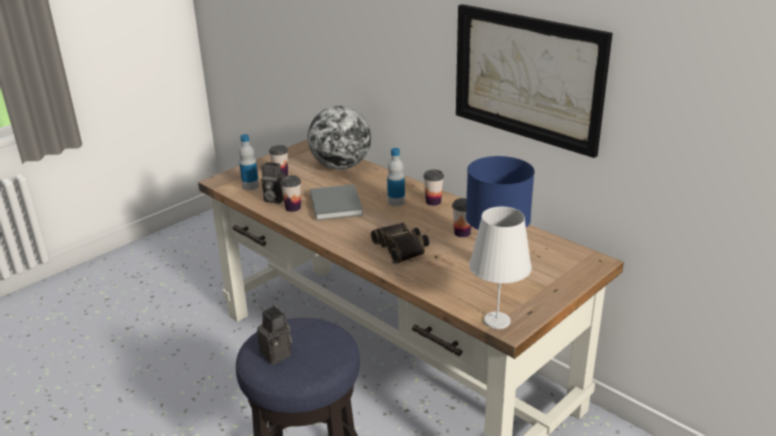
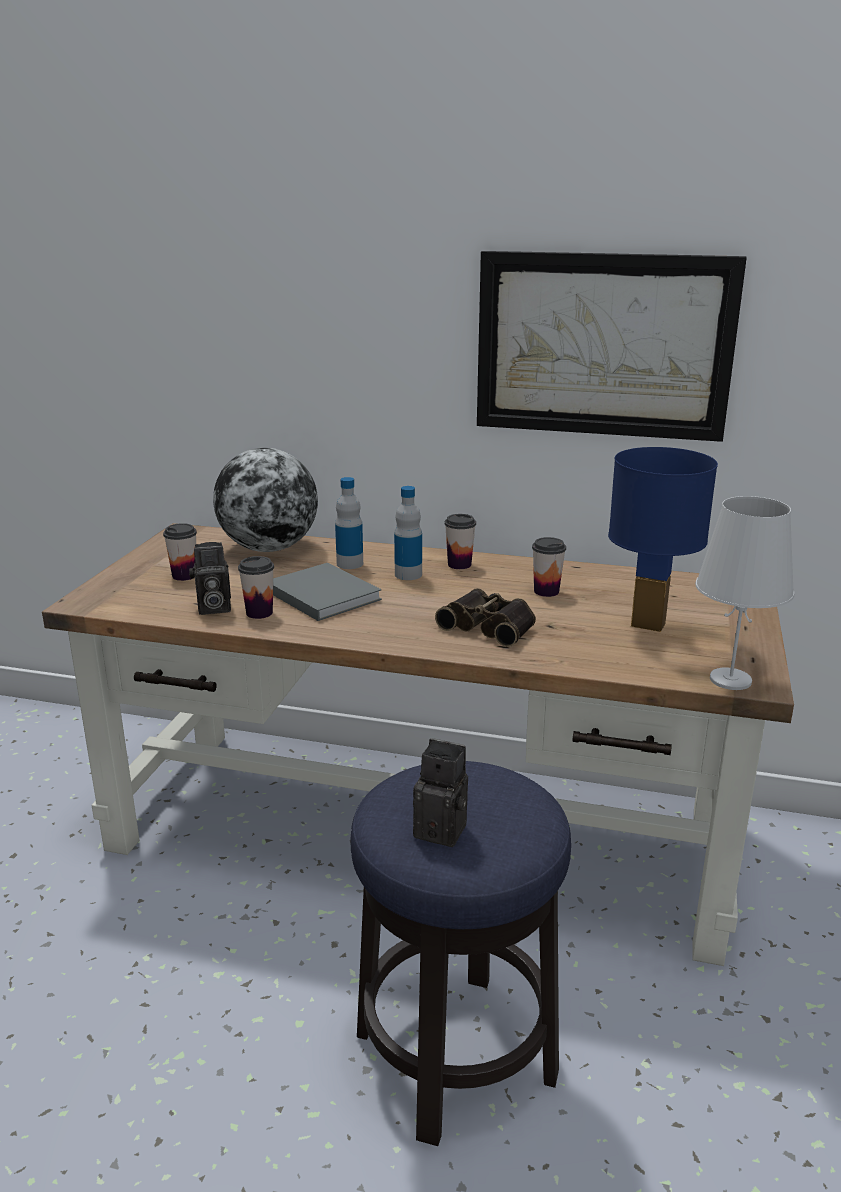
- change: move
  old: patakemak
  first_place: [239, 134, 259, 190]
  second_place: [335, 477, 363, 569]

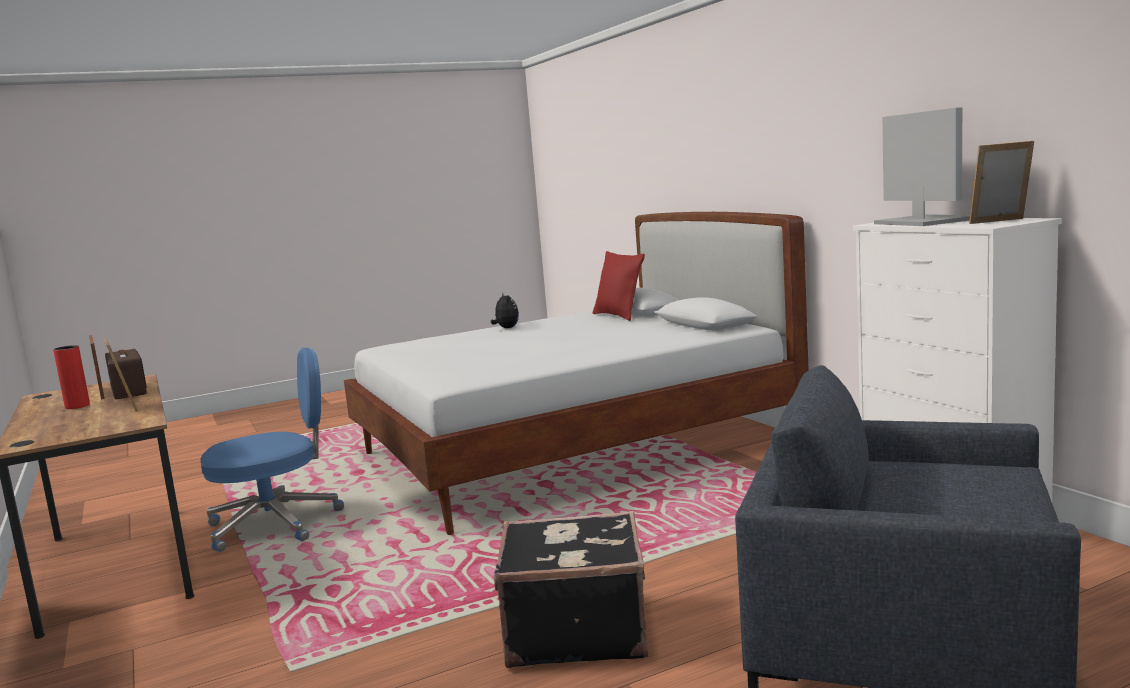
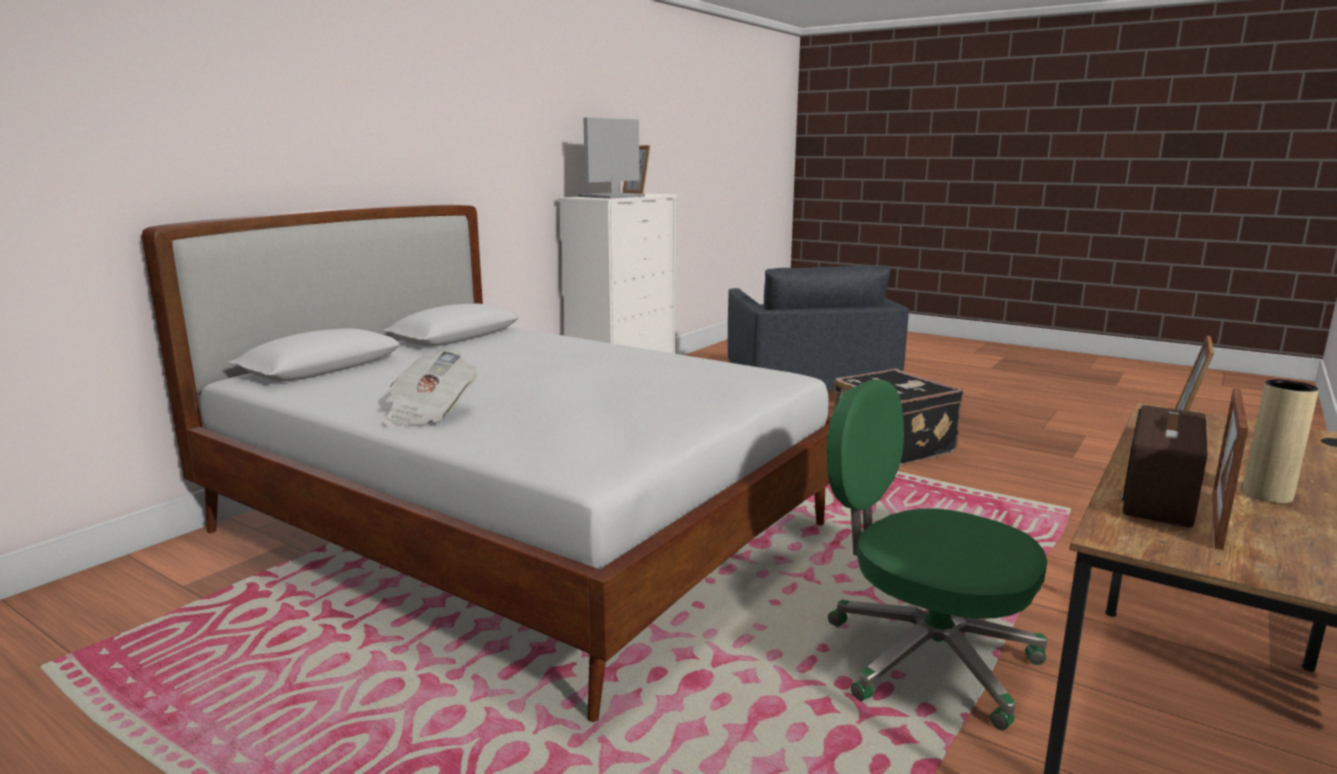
- change: recolor
  old: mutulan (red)
  new: mutulan (beige)
  first_place: [53, 345, 90, 409]
  second_place: [1242, 380, 1319, 503]
- change: recolor
  old: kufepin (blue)
  new: kufepin (green)
  first_place: [201, 348, 344, 552]
  second_place: [827, 379, 1047, 730]
- change: replace
  old: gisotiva
  new: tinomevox
  first_place: [491, 293, 519, 328]
  second_place: [384, 350, 477, 427]
- change: delete
  old: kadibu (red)
  first_place: [593, 251, 645, 321]

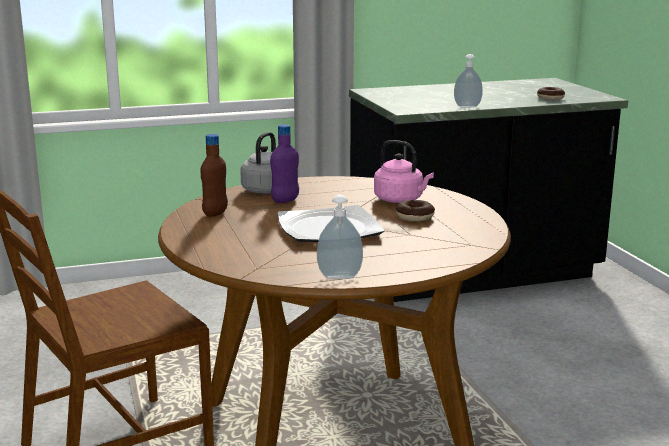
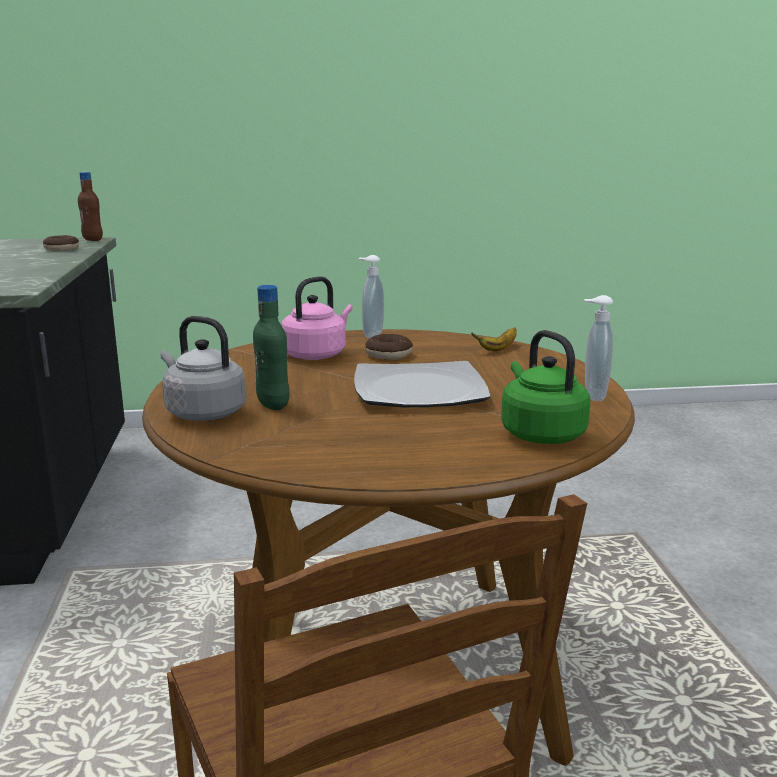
- change: move
  old: patakemak (brown)
  first_place: [201, 134, 228, 217]
  second_place: [78, 172, 103, 241]
- change: recolor
  old: patakemak (purple)
  new: patakemak (green)
  first_place: [270, 124, 299, 203]
  second_place: [253, 285, 290, 410]
- change: move
  old: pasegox
  first_place: [454, 54, 483, 108]
  second_place: [359, 255, 384, 338]
- change: insert
  new: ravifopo
  second_place: [471, 327, 517, 351]
- change: insert
  new: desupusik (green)
  second_place: [501, 330, 591, 444]

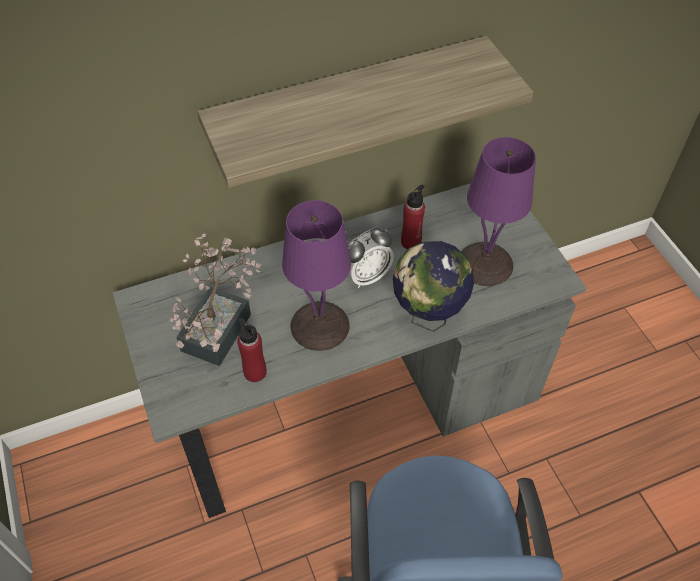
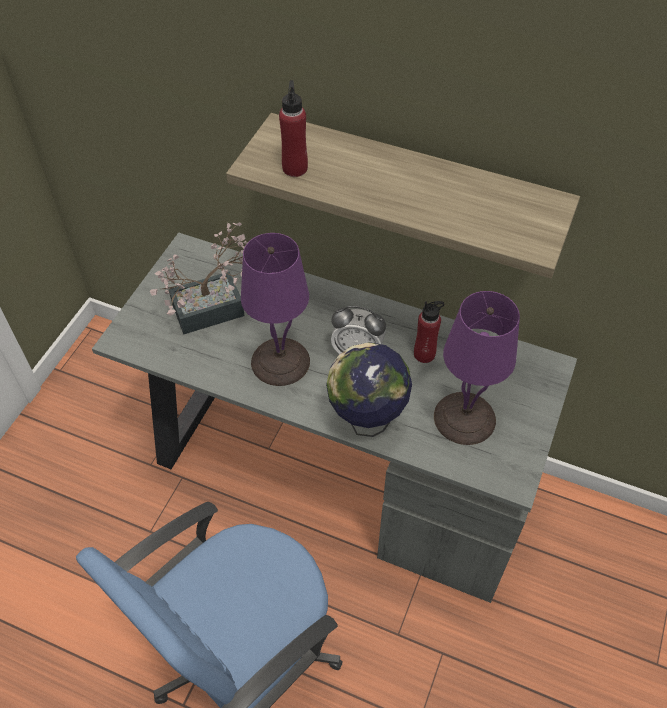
- change: move
  old: patakemak (red)
  first_place: [237, 318, 267, 382]
  second_place: [279, 80, 308, 177]

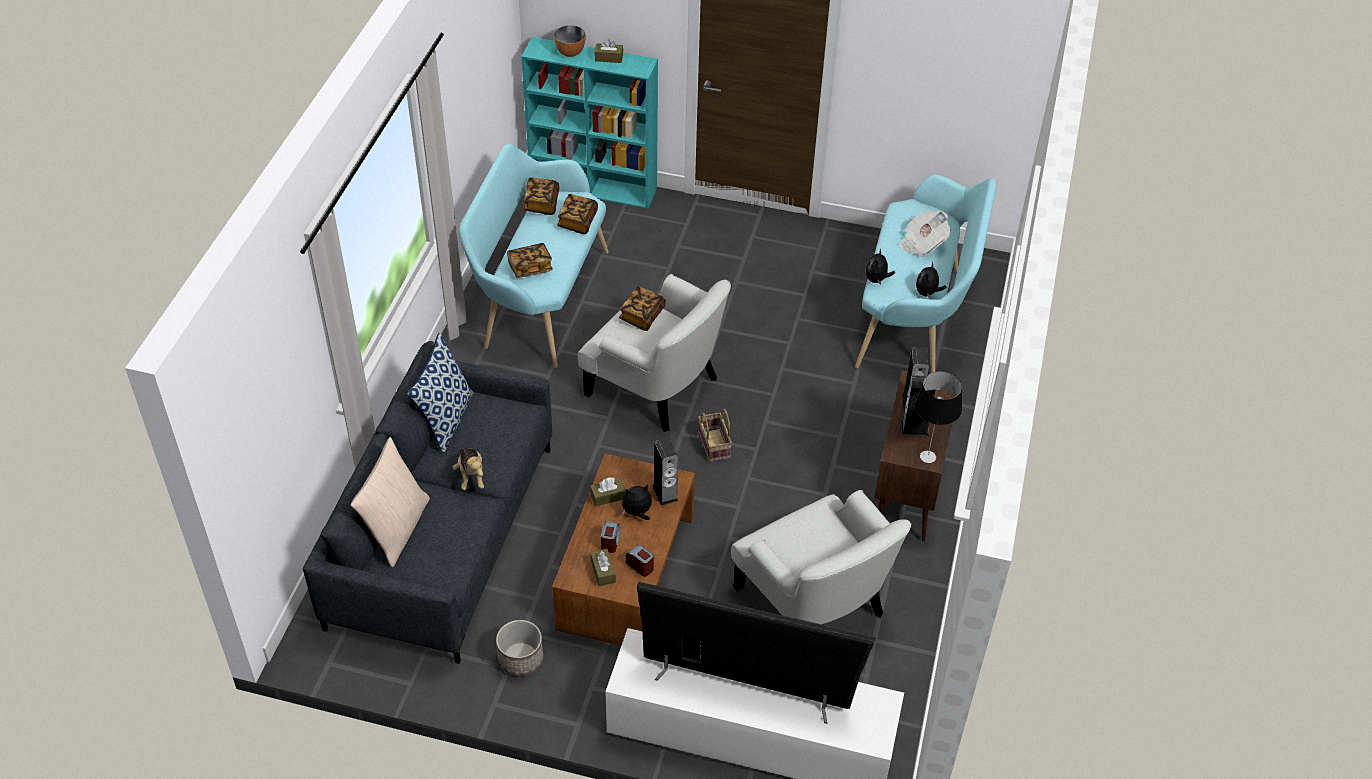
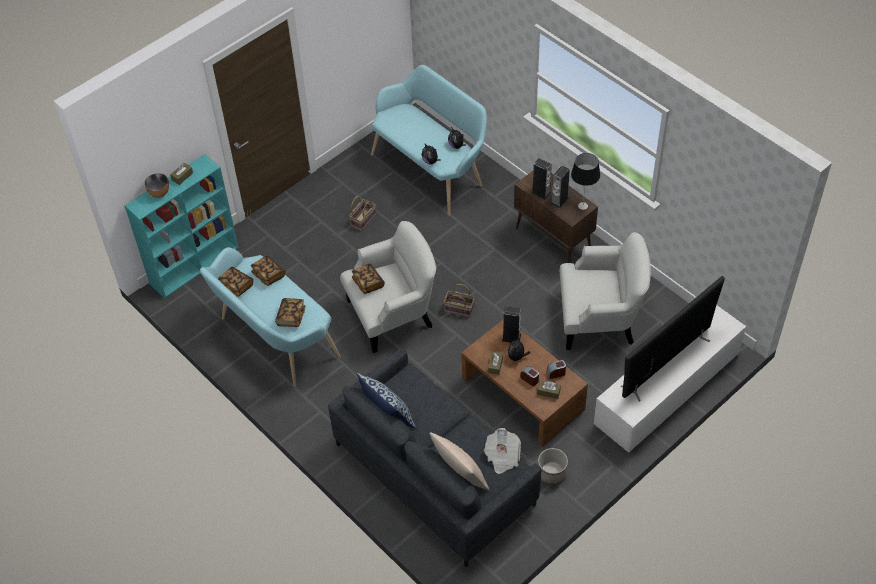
- change: delete
  old: gisotiva
  first_place: [452, 448, 484, 490]
- change: move
  old: tinomevox
  first_place: [899, 210, 951, 257]
  second_place: [484, 428, 521, 474]
- change: insert
  new: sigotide
  second_place: [349, 196, 376, 231]

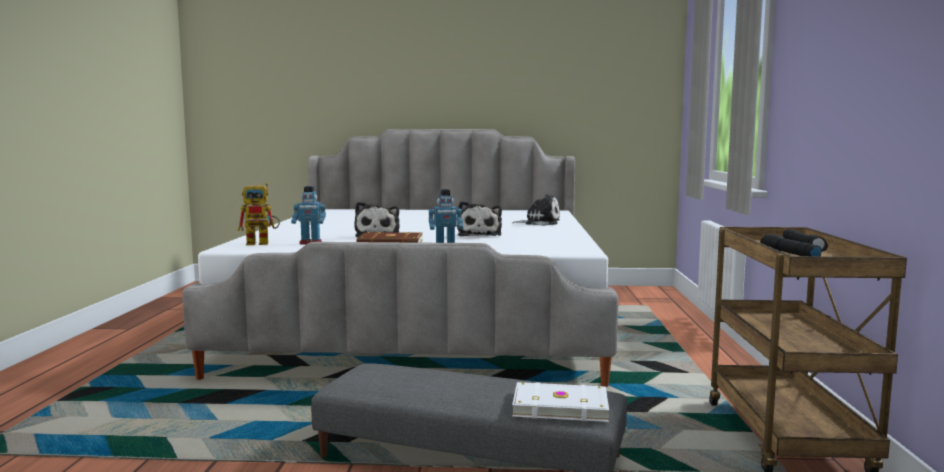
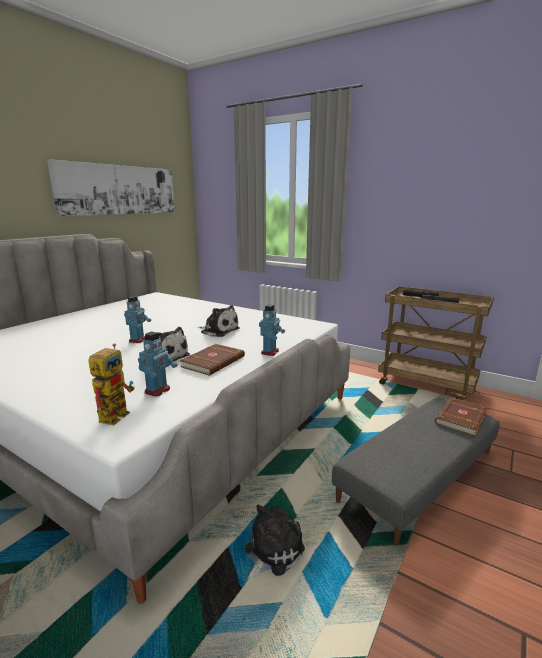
- change: move
  old: gisotiva
  first_place: [512, 194, 560, 226]
  second_place: [245, 505, 305, 580]
- change: recolor
  old: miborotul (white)
  new: miborotul (brown)
  first_place: [512, 382, 609, 422]
  second_place: [435, 397, 488, 436]
- change: insert
  new: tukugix
  second_place: [47, 159, 175, 216]
- change: insert
  new: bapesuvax
  second_place: [124, 296, 151, 343]

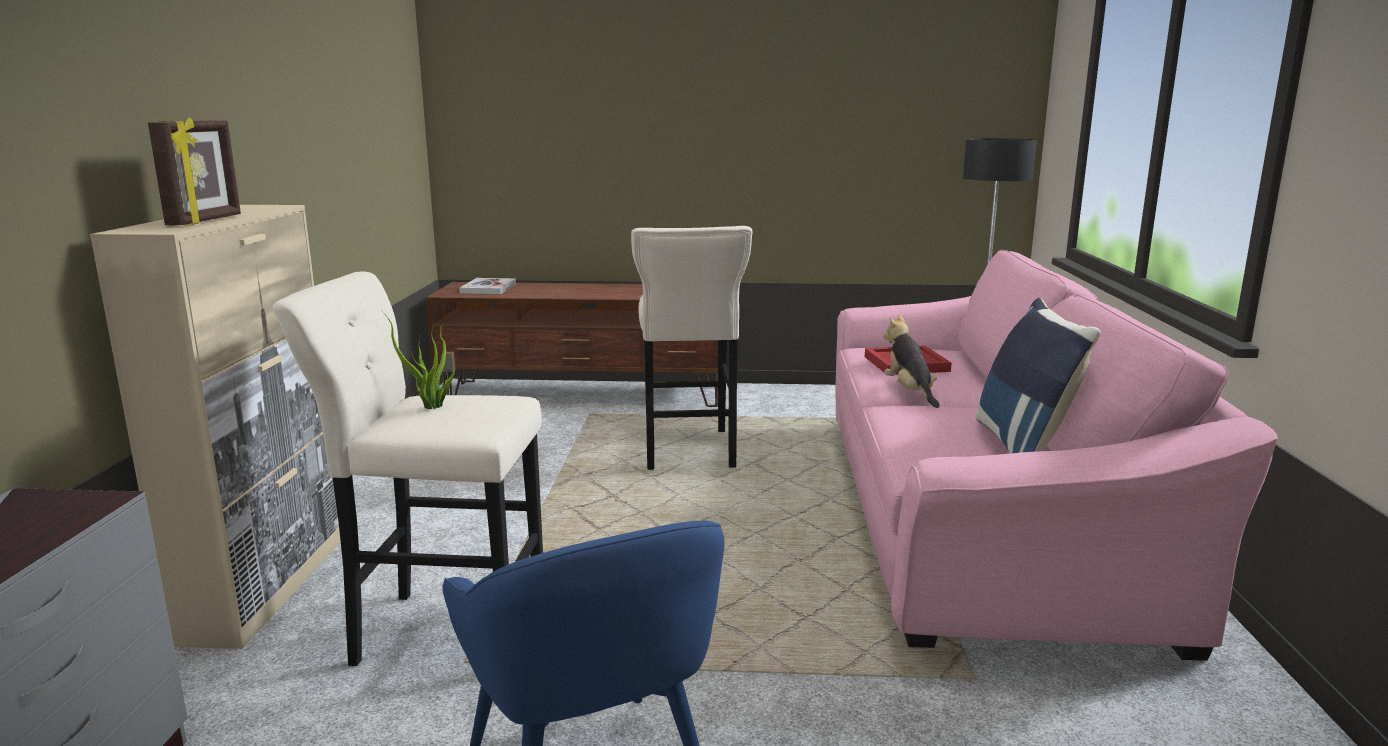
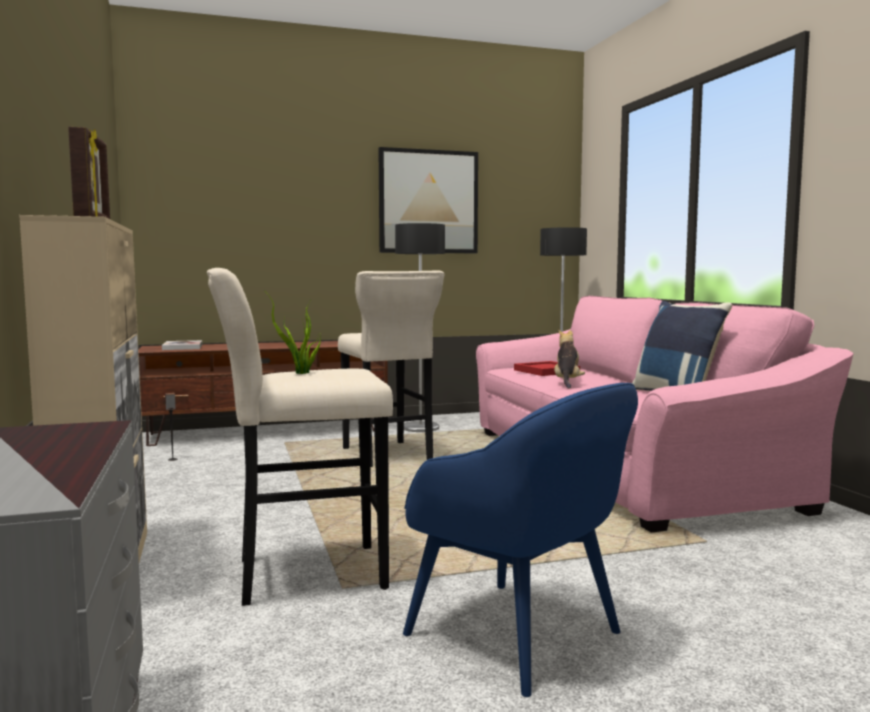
- change: rotate
  old: gisotiva
  first_place: [883, 315, 940, 408]
  second_place: [554, 329, 585, 389]
  degrees: 45
- change: insert
  new: tukugix
  second_place: [379, 147, 478, 253]
- change: insert
  new: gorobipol
  second_place: [395, 223, 445, 432]

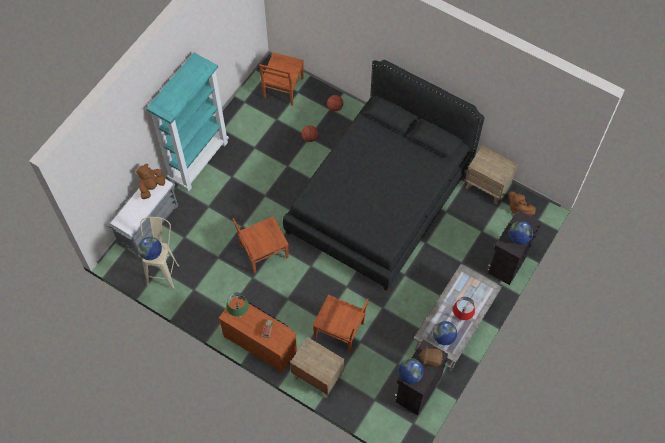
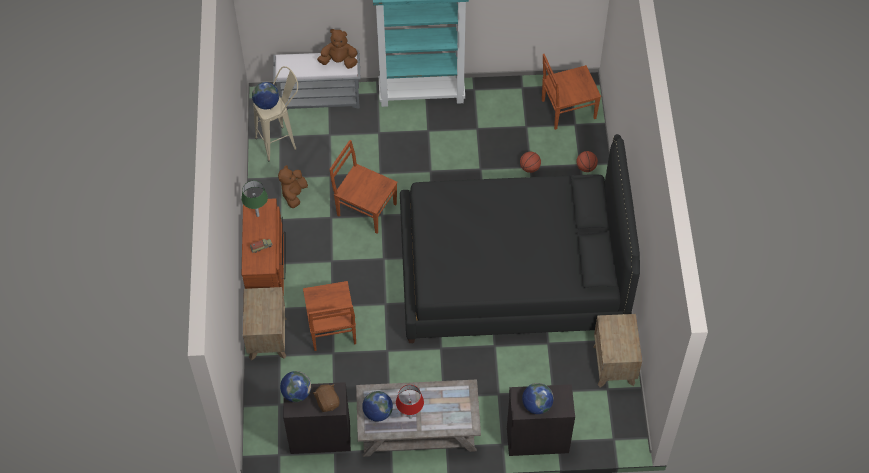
- change: move
  old: gisotiva (brown)
  first_place: [509, 191, 536, 216]
  second_place: [278, 165, 308, 208]

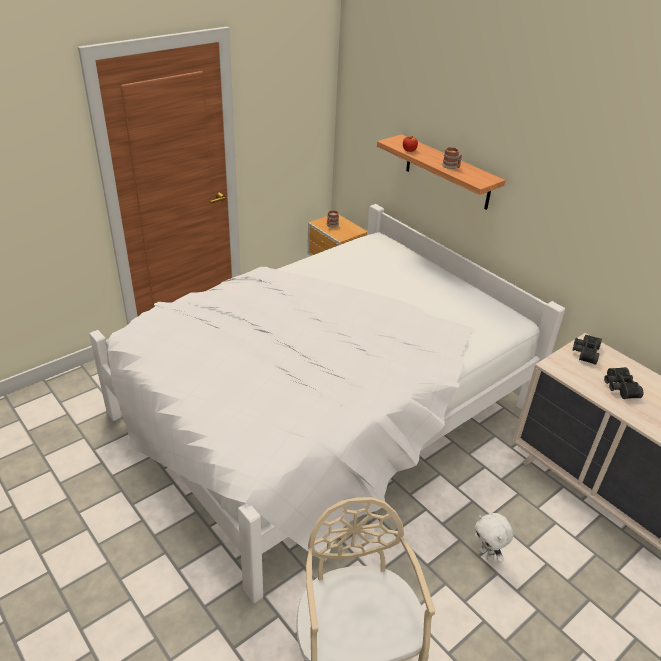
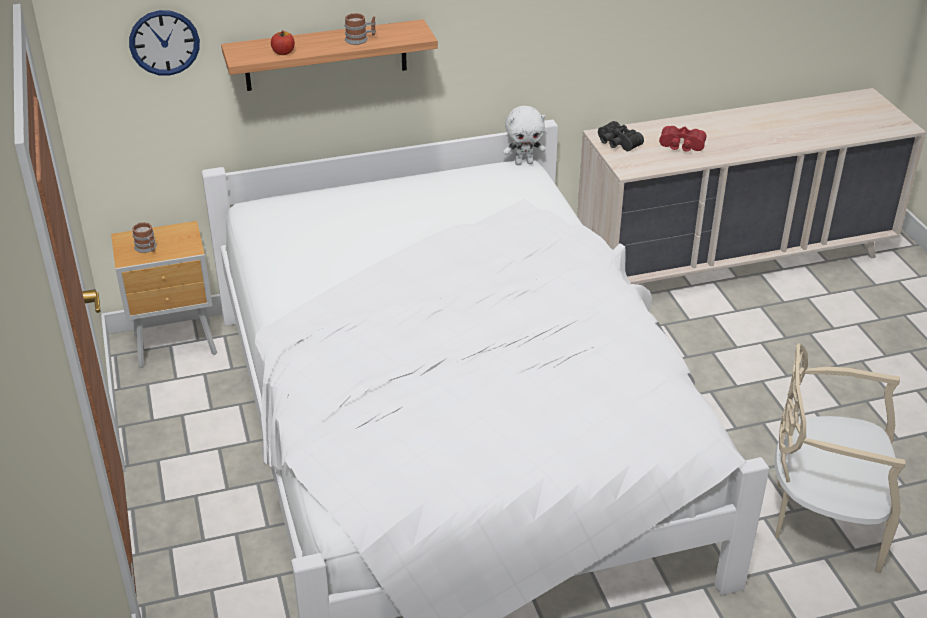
- change: move
  old: gisotiva (white)
  first_place: [474, 513, 514, 563]
  second_place: [503, 106, 546, 165]
- change: recolor
  old: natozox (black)
  new: natozox (red)
  first_place: [604, 367, 644, 399]
  second_place: [659, 126, 707, 152]
- change: insert
  new: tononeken
  second_place: [129, 10, 200, 76]

